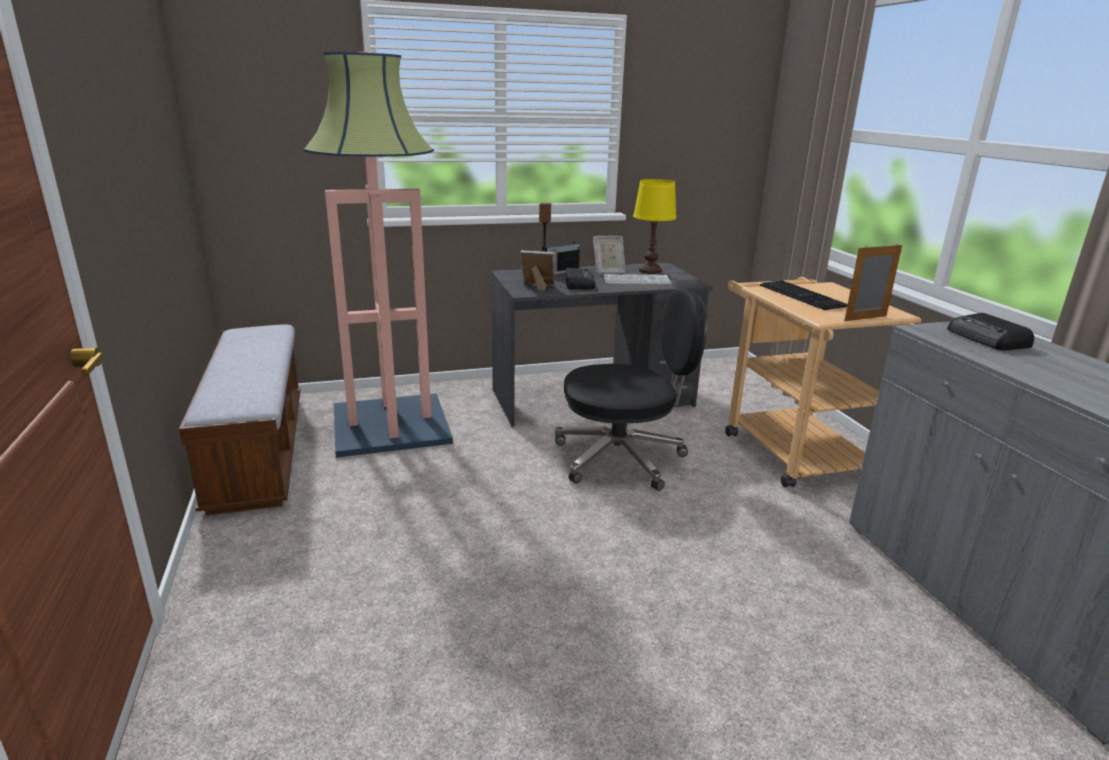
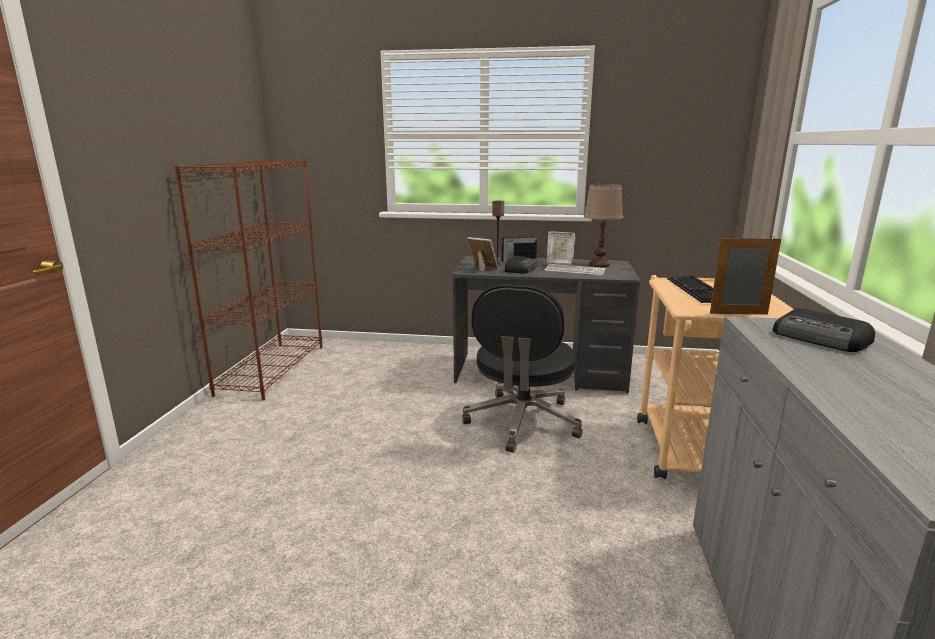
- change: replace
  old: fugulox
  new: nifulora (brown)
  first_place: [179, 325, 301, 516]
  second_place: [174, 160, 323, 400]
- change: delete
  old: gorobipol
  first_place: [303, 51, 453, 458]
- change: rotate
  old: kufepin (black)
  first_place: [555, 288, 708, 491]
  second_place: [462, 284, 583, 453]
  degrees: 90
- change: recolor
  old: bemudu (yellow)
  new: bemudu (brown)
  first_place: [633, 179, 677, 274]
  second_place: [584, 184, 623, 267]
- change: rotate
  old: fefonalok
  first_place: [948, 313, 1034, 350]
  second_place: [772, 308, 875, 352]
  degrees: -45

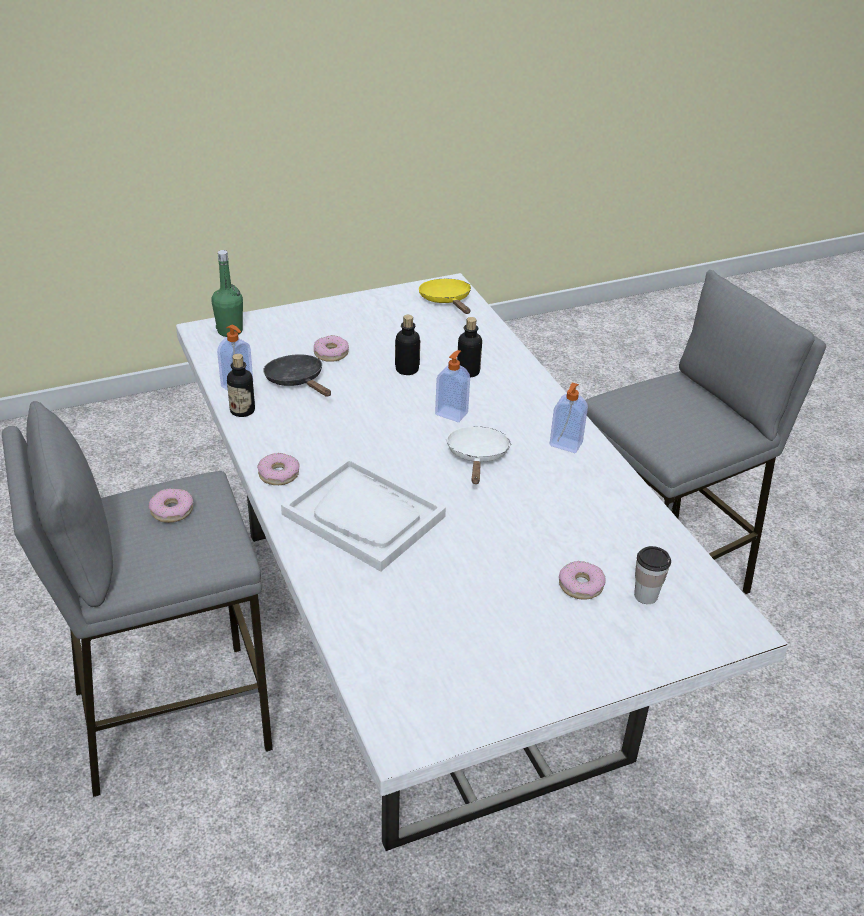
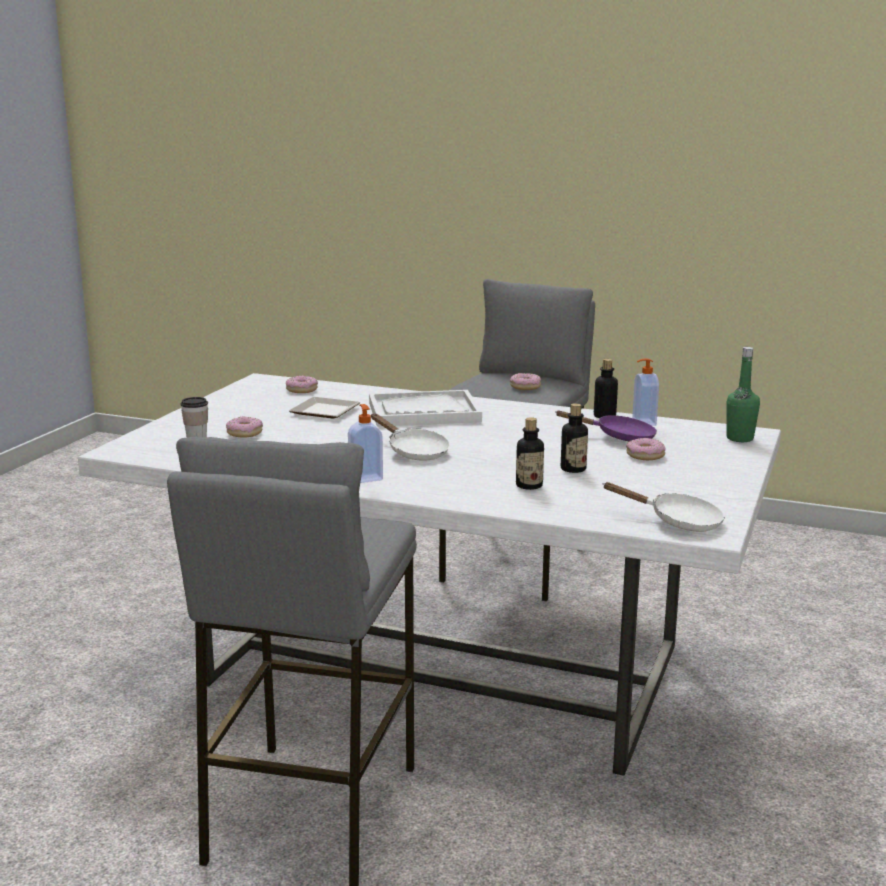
- change: move
  old: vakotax
  first_place: [257, 453, 300, 485]
  second_place: [286, 376, 318, 393]
- change: recolor
  old: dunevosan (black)
  new: dunevosan (purple)
  first_place: [263, 354, 331, 397]
  second_place: [555, 411, 657, 441]
- change: recolor
  old: dunevosan (yellow)
  new: dunevosan (white)
  first_place: [419, 279, 471, 314]
  second_place: [602, 482, 725, 532]
- change: delete
  old: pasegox
  first_place: [435, 350, 470, 422]
- change: insert
  new: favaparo
  second_place: [289, 397, 360, 418]

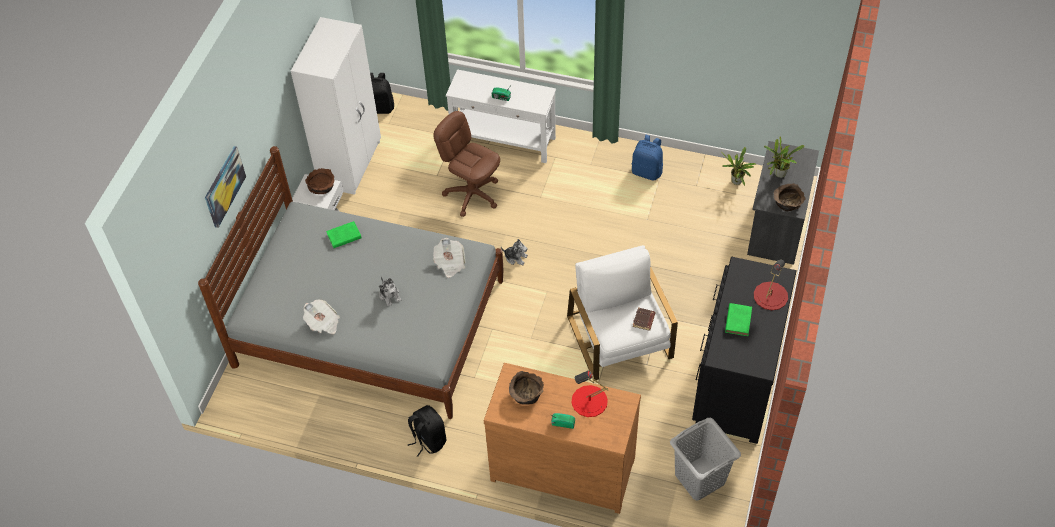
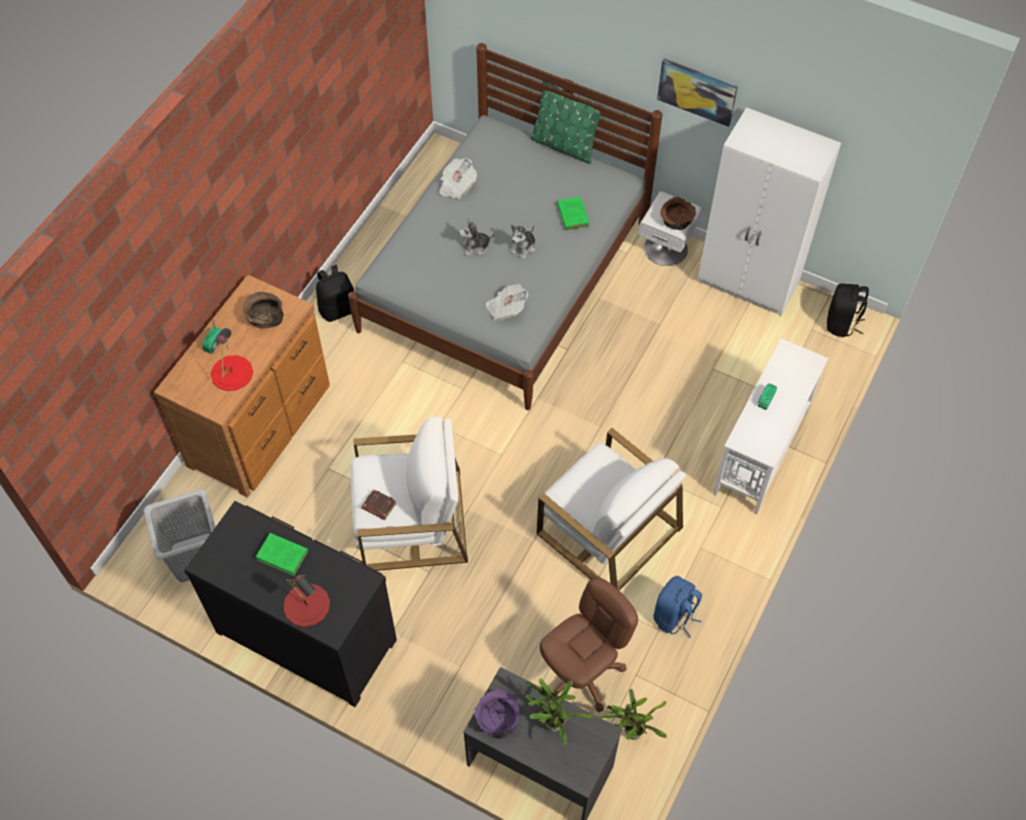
- change: move
  old: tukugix
  first_place: [205, 146, 246, 228]
  second_place: [657, 59, 738, 127]
- change: move
  old: kufepin (brown)
  first_place: [433, 111, 500, 217]
  second_place: [540, 577, 638, 712]
- change: move
  old: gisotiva
  first_place: [501, 239, 528, 265]
  second_place: [510, 224, 536, 259]
- change: recolor
  old: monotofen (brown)
  new: monotofen (purple)
  first_place: [773, 183, 806, 211]
  second_place: [474, 689, 520, 739]
- change: insert
  new: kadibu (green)
  second_place: [530, 81, 604, 164]
- change: insert
  new: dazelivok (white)
  second_place: [537, 428, 686, 590]

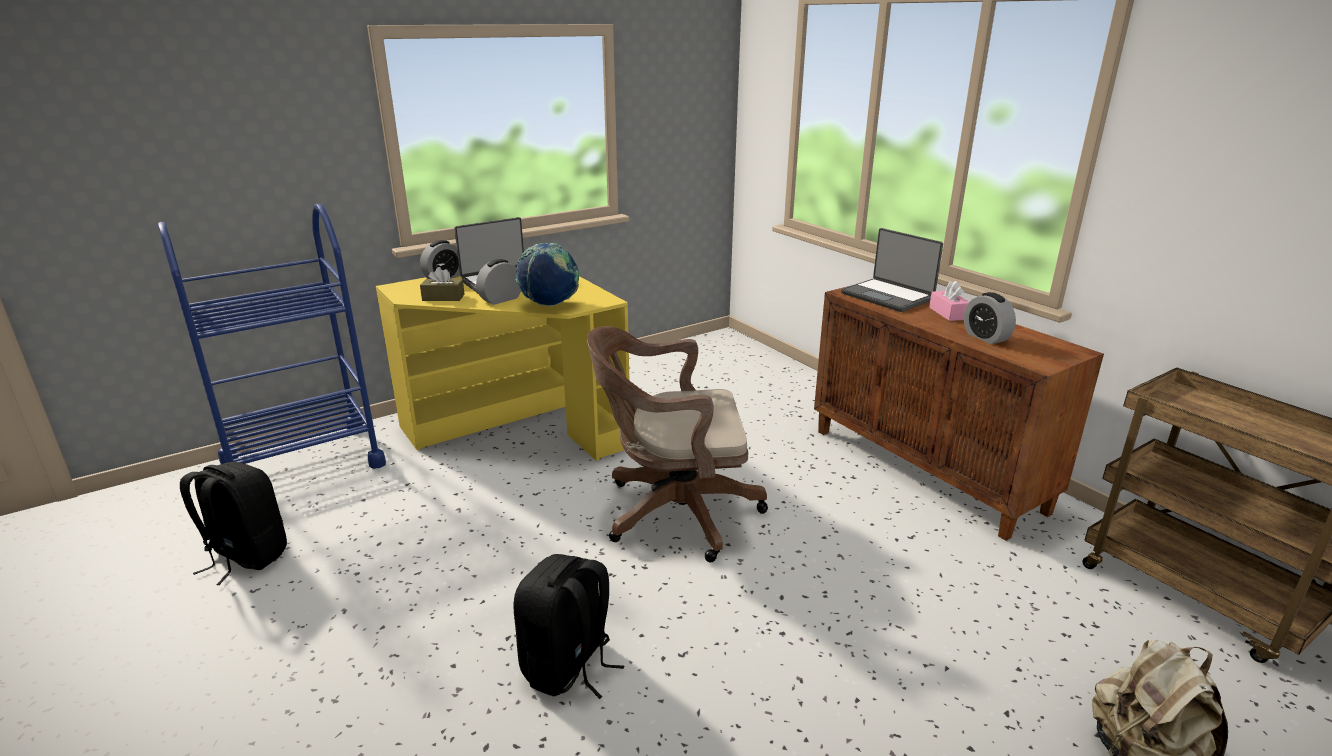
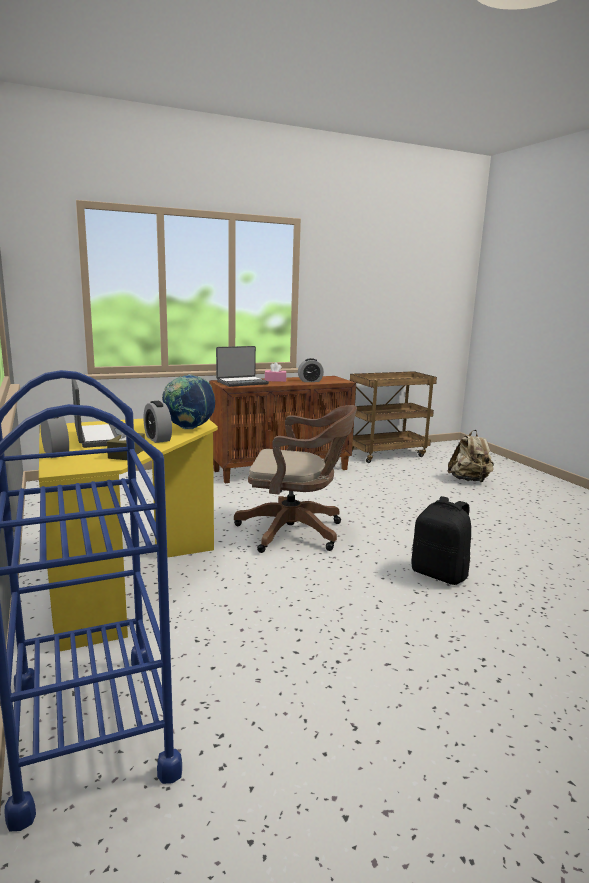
- change: delete
  old: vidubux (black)
  first_place: [180, 462, 287, 585]
- change: rotate
  old: kufepin (brown)
  first_place: [587, 326, 768, 562]
  second_place: [234, 405, 357, 553]
  degrees: -90

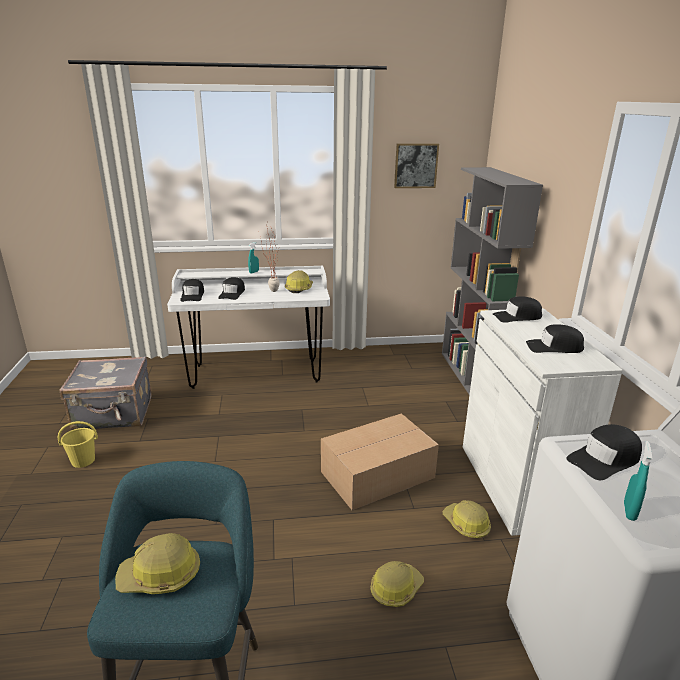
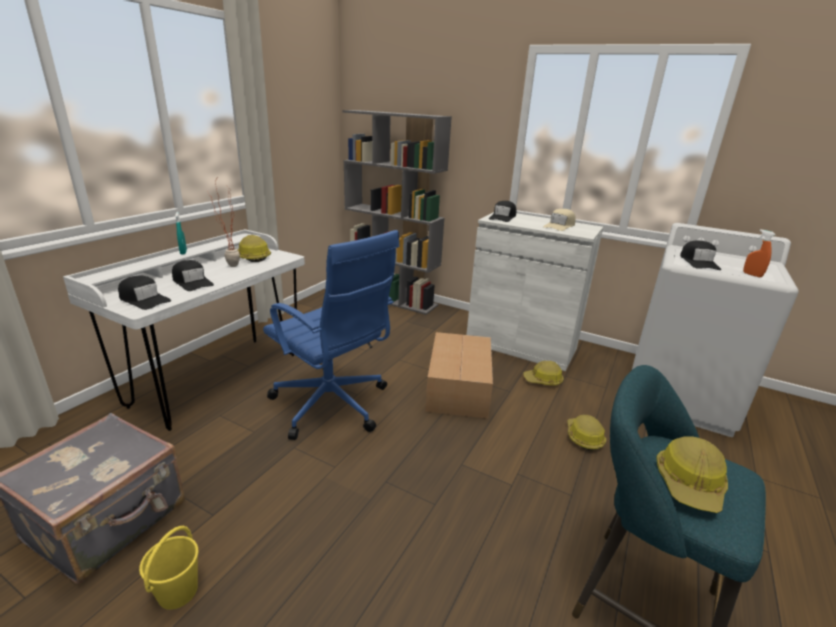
- change: delete
  old: tukugix
  first_place: [394, 144, 439, 188]
- change: recolor
  old: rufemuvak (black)
  new: rufemuvak (beige)
  first_place: [526, 324, 584, 353]
  second_place: [543, 209, 576, 231]
- change: recolor
  old: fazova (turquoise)
  new: fazova (orange)
  first_place: [624, 441, 652, 521]
  second_place: [743, 229, 775, 277]
- change: insert
  new: kufepin (blue)
  second_place: [263, 230, 400, 440]

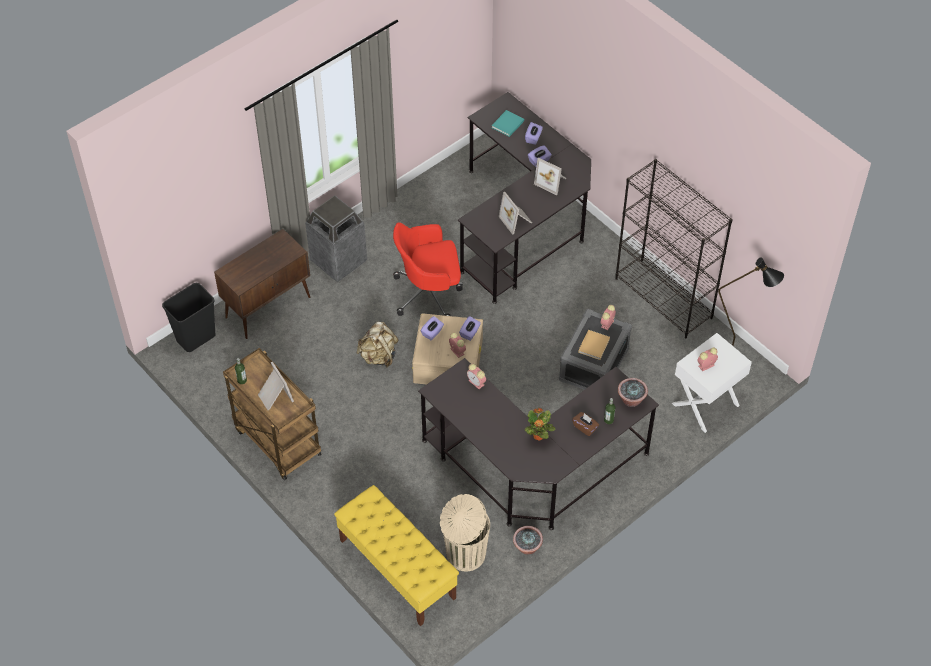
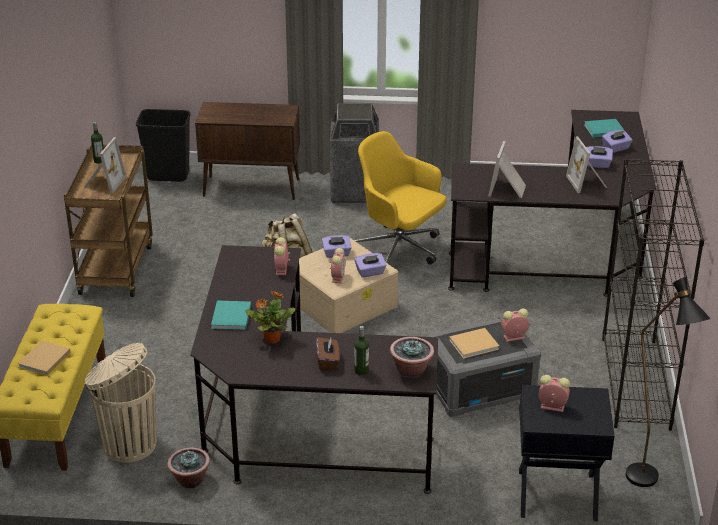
- change: recolor
  old: kufepin (red)
  new: kufepin (yellow)
  first_place: [393, 222, 463, 316]
  second_place: [354, 131, 446, 265]
- change: recolor
  old: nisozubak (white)
  new: nisozubak (black)
  first_place: [672, 333, 752, 433]
  second_place: [519, 385, 615, 522]
- change: insert
  new: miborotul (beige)
  second_place: [18, 341, 71, 376]
- change: insert
  new: miborotul (turquoise)
  second_place: [211, 301, 251, 330]

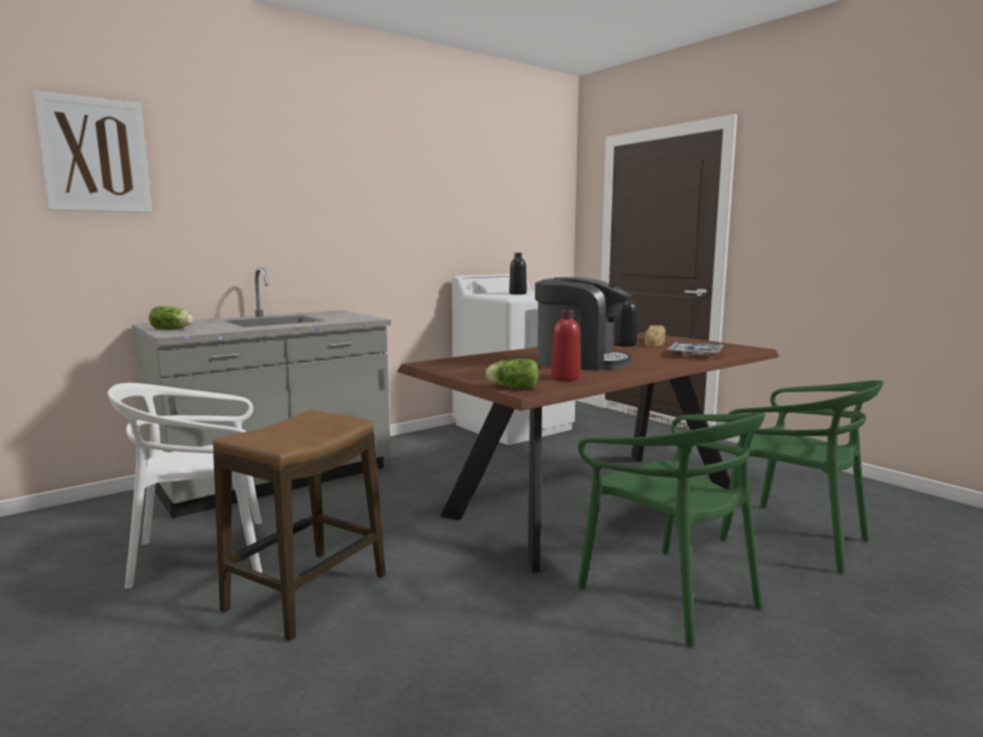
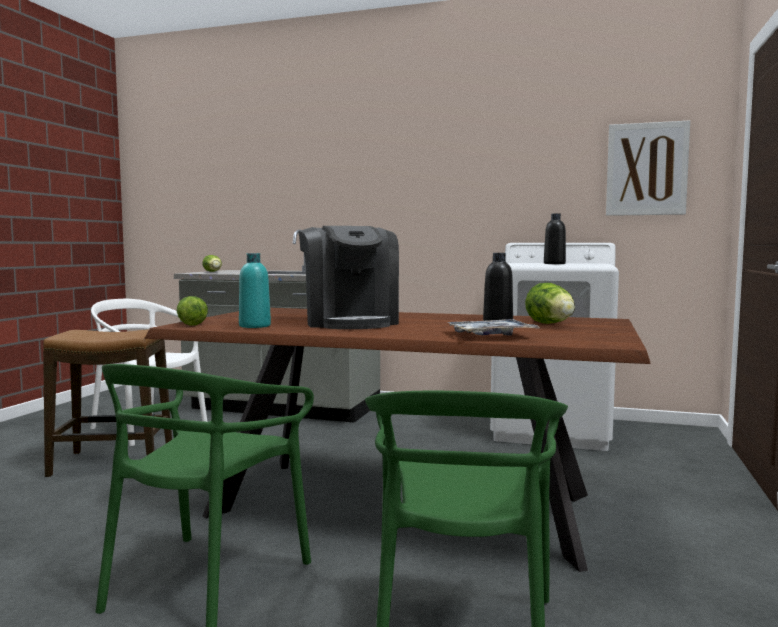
- change: move
  old: tukugix
  first_place: [33, 90, 152, 213]
  second_place: [606, 120, 690, 216]
- change: recolor
  old: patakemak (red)
  new: patakemak (turquoise)
  first_place: [551, 309, 581, 381]
  second_place: [239, 253, 271, 328]
- change: replace
  old: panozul
  new: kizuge
  first_place: [645, 325, 666, 346]
  second_place: [525, 283, 575, 324]

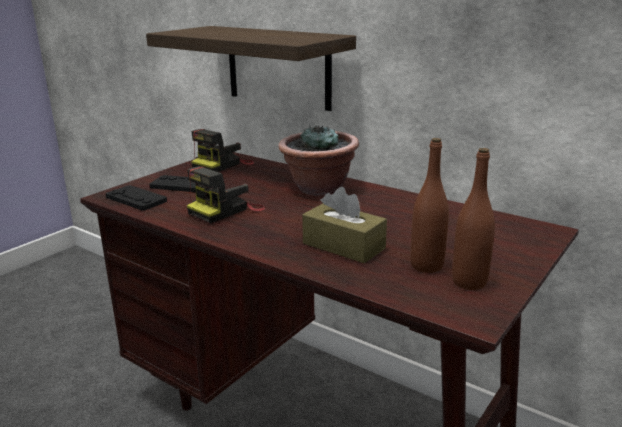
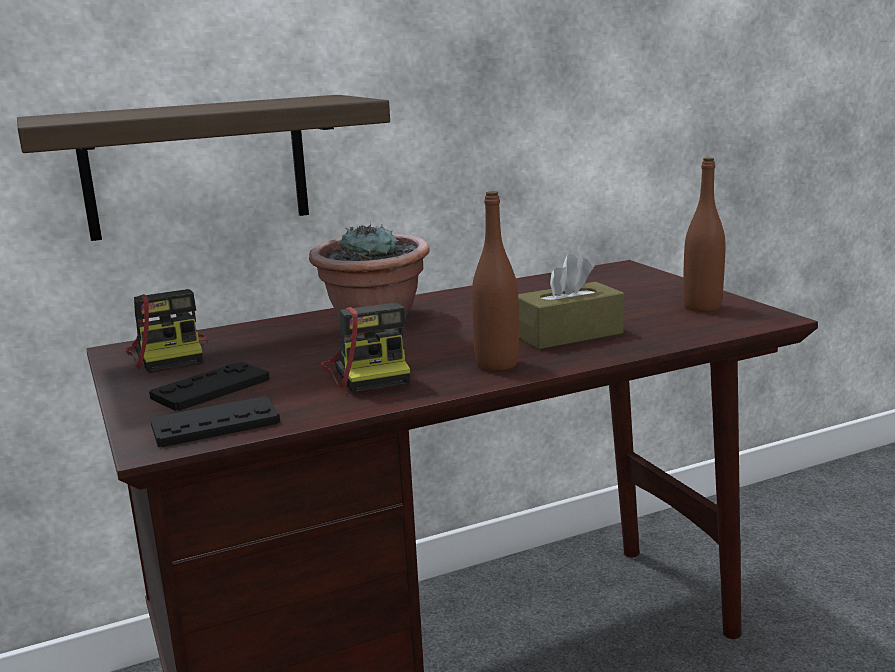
- change: move
  old: patakemak (brown)
  first_place: [410, 138, 449, 273]
  second_place: [472, 191, 519, 371]

